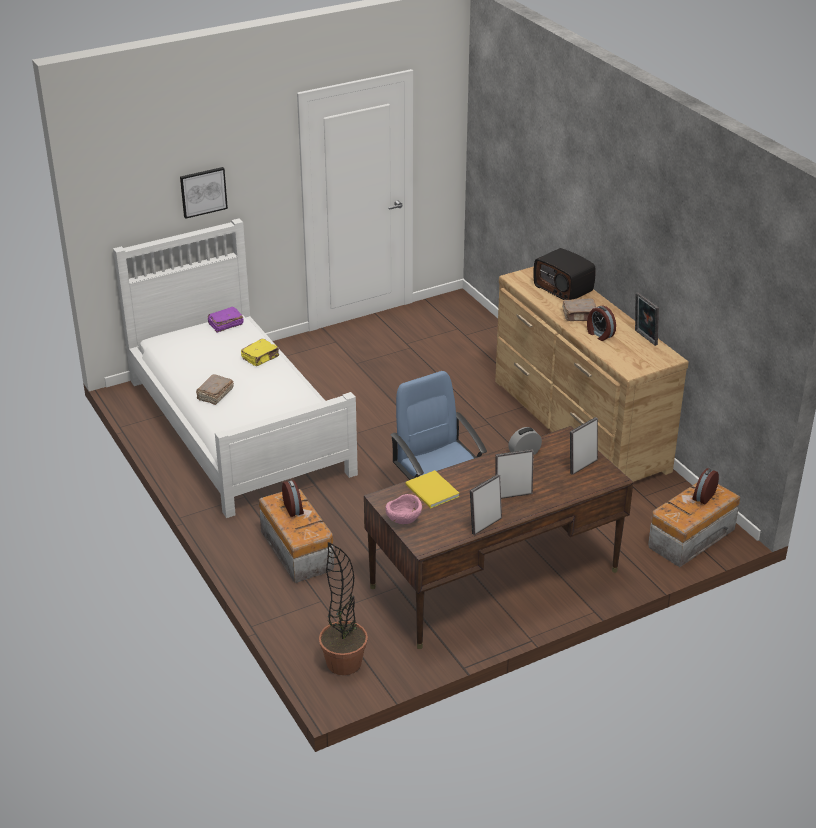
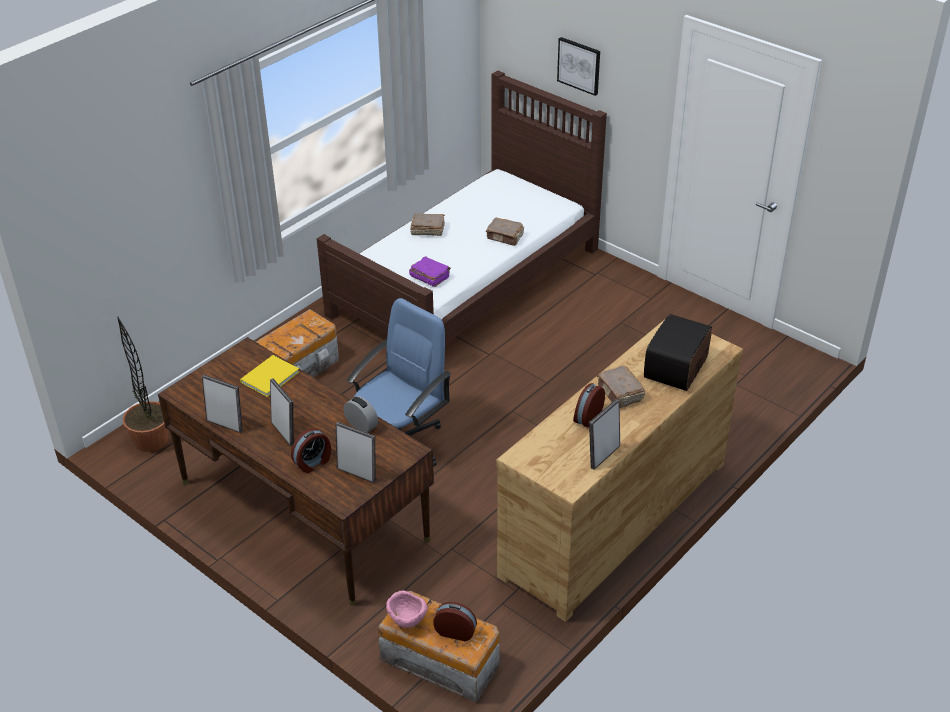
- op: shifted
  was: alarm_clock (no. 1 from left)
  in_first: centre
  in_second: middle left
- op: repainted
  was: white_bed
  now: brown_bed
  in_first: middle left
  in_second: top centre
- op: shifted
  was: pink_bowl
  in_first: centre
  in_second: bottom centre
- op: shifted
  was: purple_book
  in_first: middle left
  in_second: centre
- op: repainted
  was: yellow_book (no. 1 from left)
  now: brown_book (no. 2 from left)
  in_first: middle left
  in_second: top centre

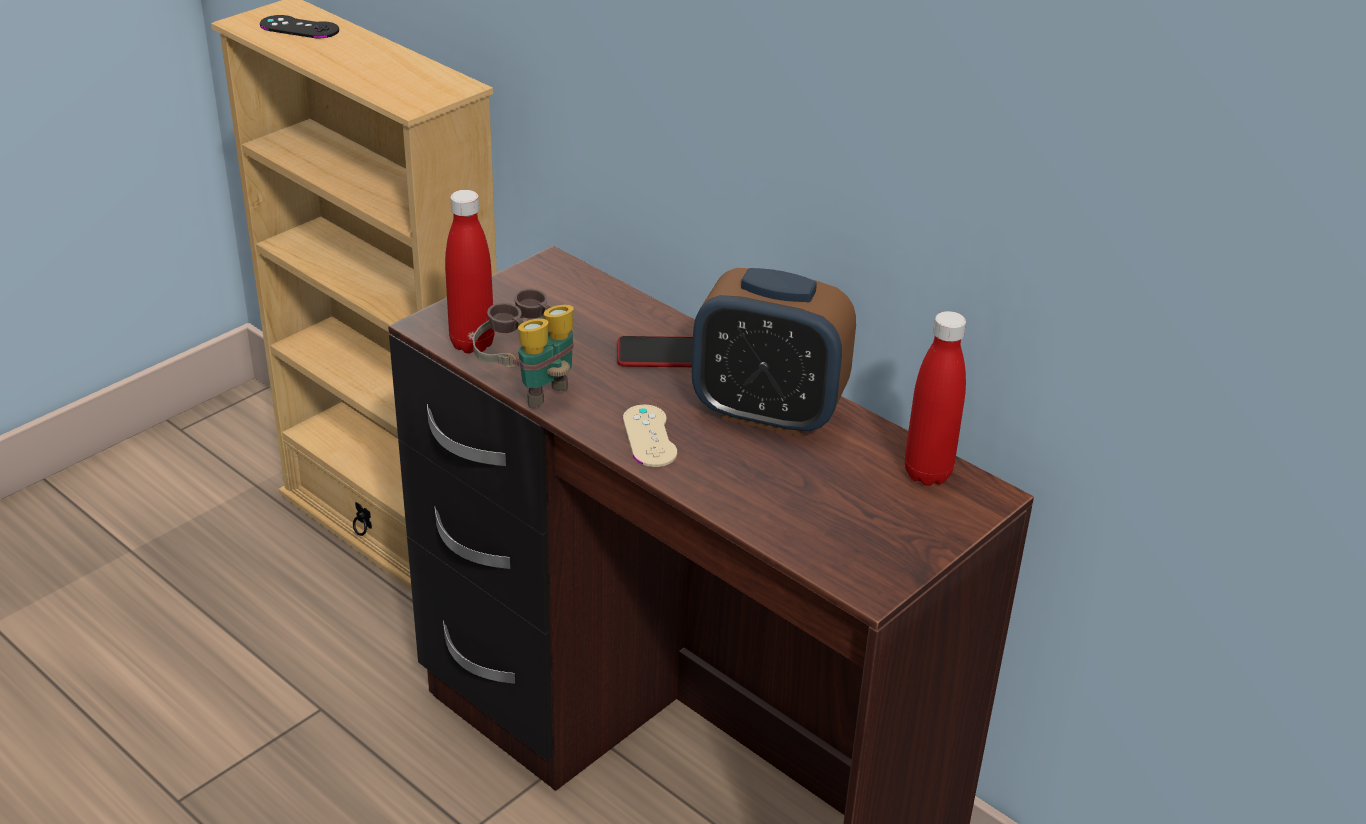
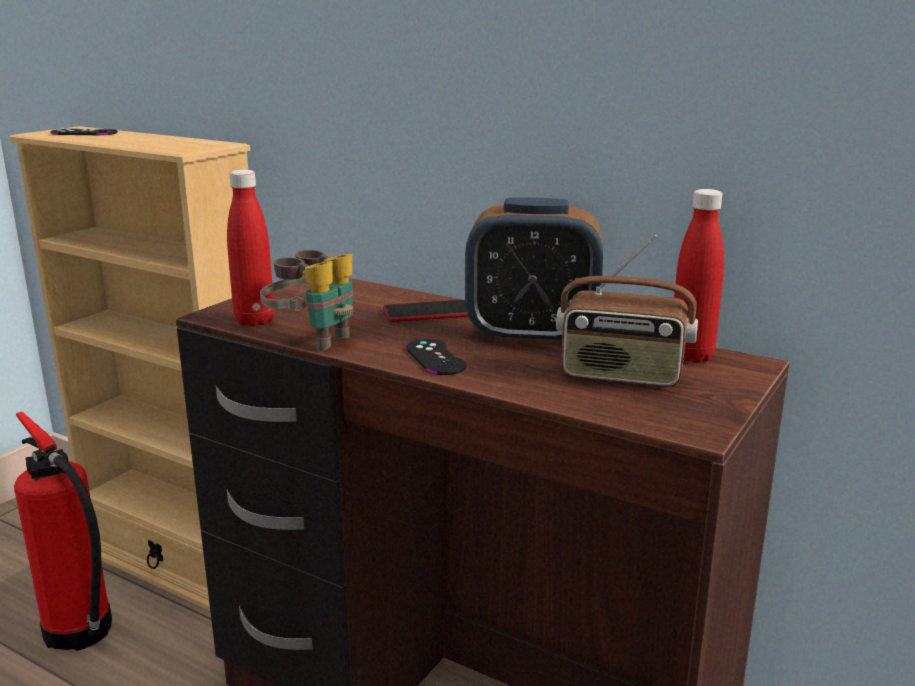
- op: new
  now: fire_extinguisher
  in_second: bottom left
- op: repainted
  was: beige_game_controller
  now: black_game_controller (no. 2 from left)
  in_first: centre
  in_second: centre
- op: new
  now: radio
  in_second: middle right

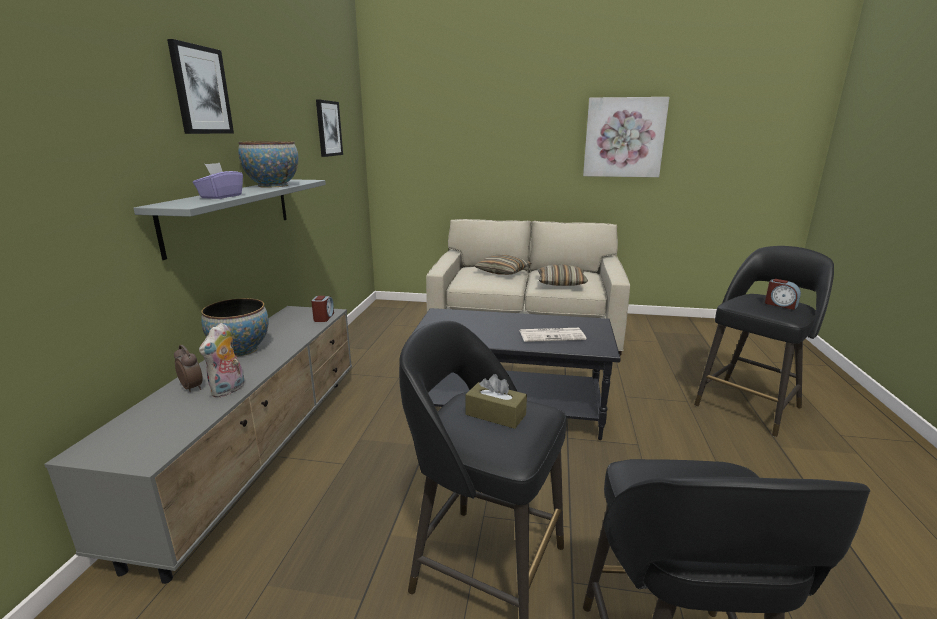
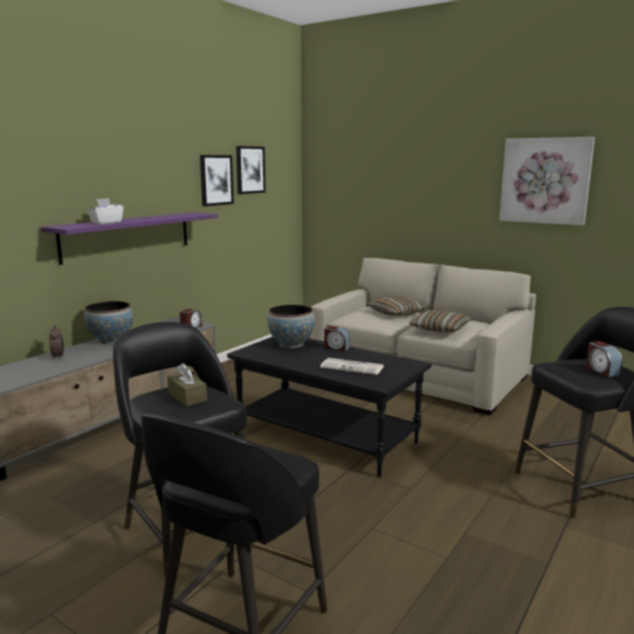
- op: repainted
  was: grey_shelf
  now: purple_shelf
  in_first: middle left
  in_second: middle left
- op: repainted
  was: purple_tissue_box
  now: white_tissue_box
  in_first: top left
  in_second: top left
- op: shifted
  was: picture (no. 1 from left)
  in_first: top left
  in_second: top centre
- op: shifted
  was: bowl (no. 2 from left)
  in_first: top left
  in_second: centre
- op: new
  now: alarm_clock (no. 3 from left)
  in_second: centre
- op: gone
  was: plush_toy
  in_first: middle left

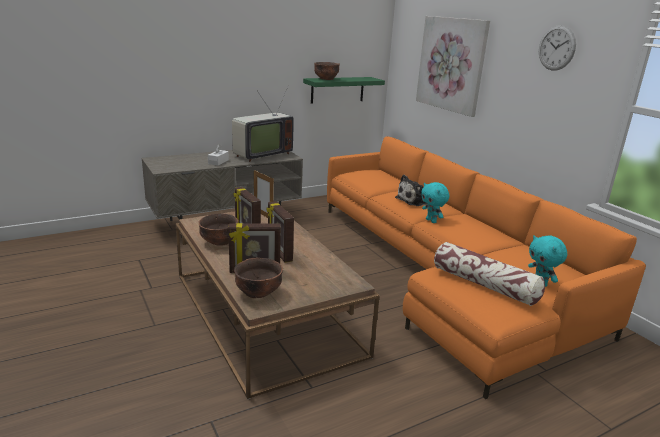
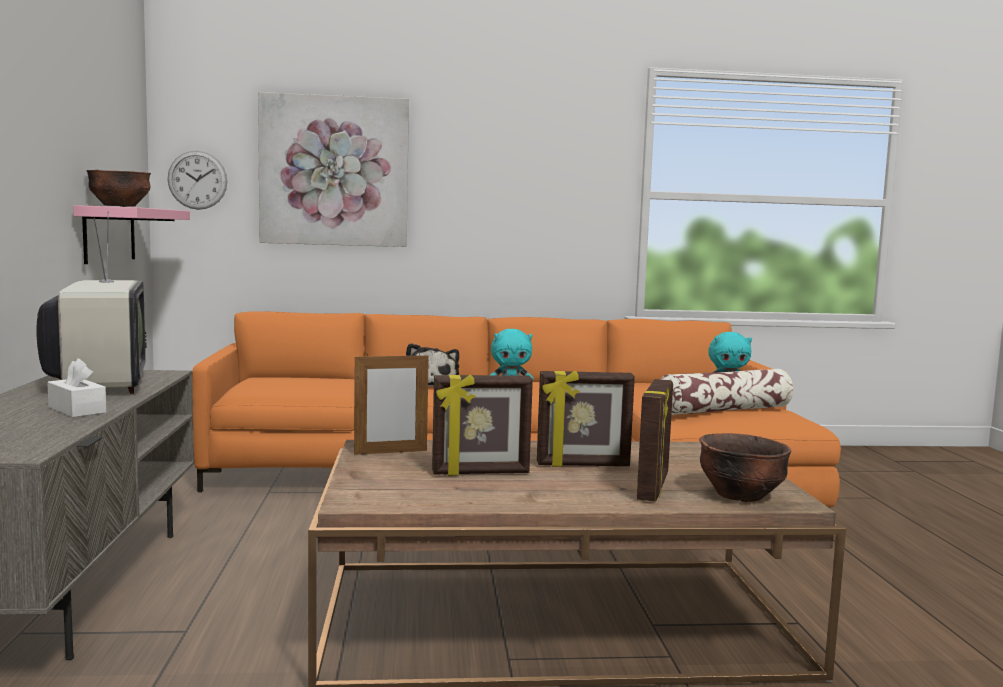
- op: repainted
  was: green_shelf
  now: pink_shelf
  in_first: top centre
  in_second: middle left
- op: shifted
  was: wall_clock
  in_first: top right
  in_second: top left
- op: gone
  was: brown_bowl (no. 1 from left)
  in_first: middle left

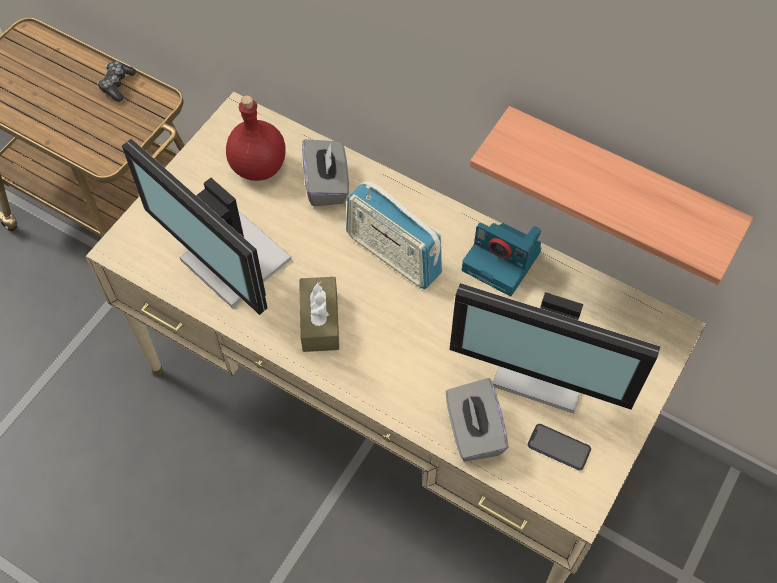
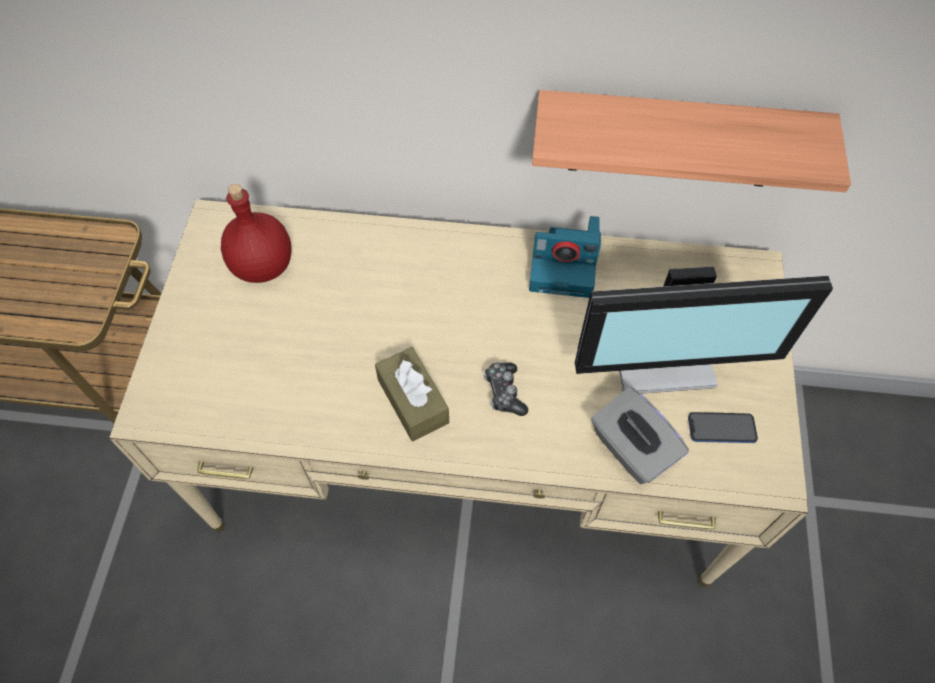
- op: shifted
  was: game_controller
  in_first: top left
  in_second: centre
- op: gone
  was: monitor (no. 1 from left)
  in_first: middle left
- op: gone
  was: grey_tissue_box (no. 1 from left)
  in_first: top centre
- op: gone
  was: radio
  in_first: centre

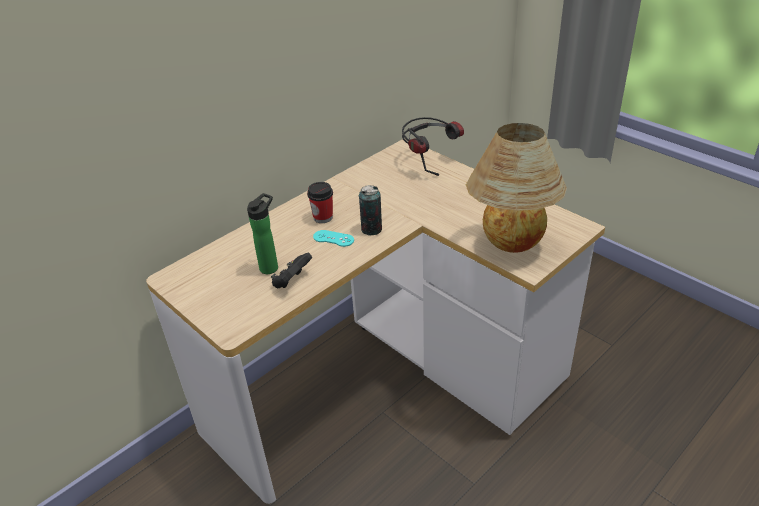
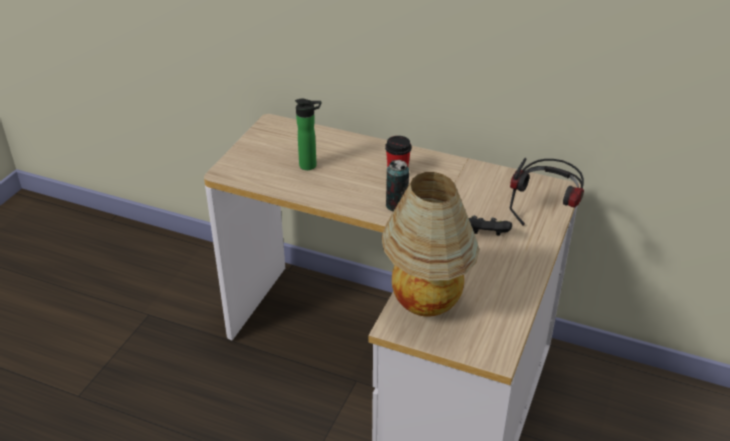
- op: shifted
  was: black_game_controller
  in_first: centre
  in_second: middle right
- op: gone
  was: turquoise_game_controller
  in_first: centre

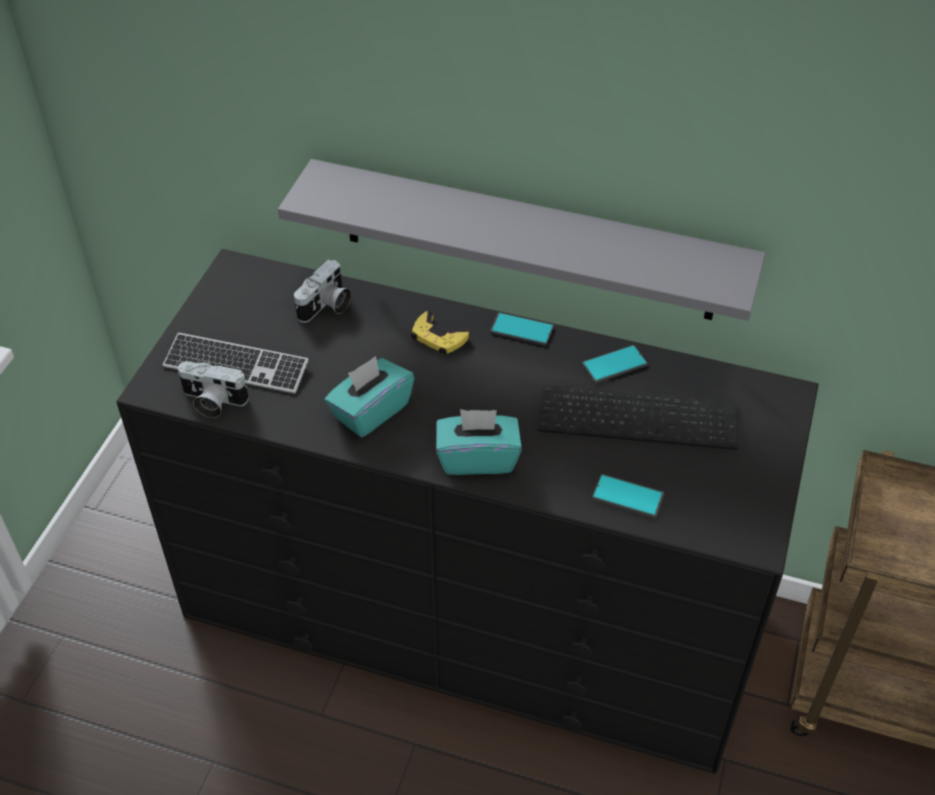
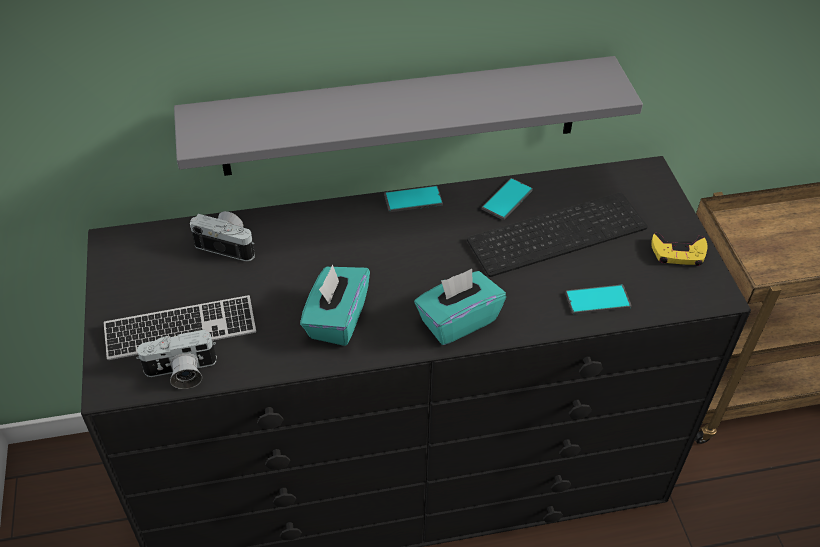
- op: rotated
  was: photo_camera (no. 2 from left)
  in_first: centre
  in_second: middle left
  clockwise: -75
- op: shifted
  was: yellow_game_controller
  in_first: centre
  in_second: middle right

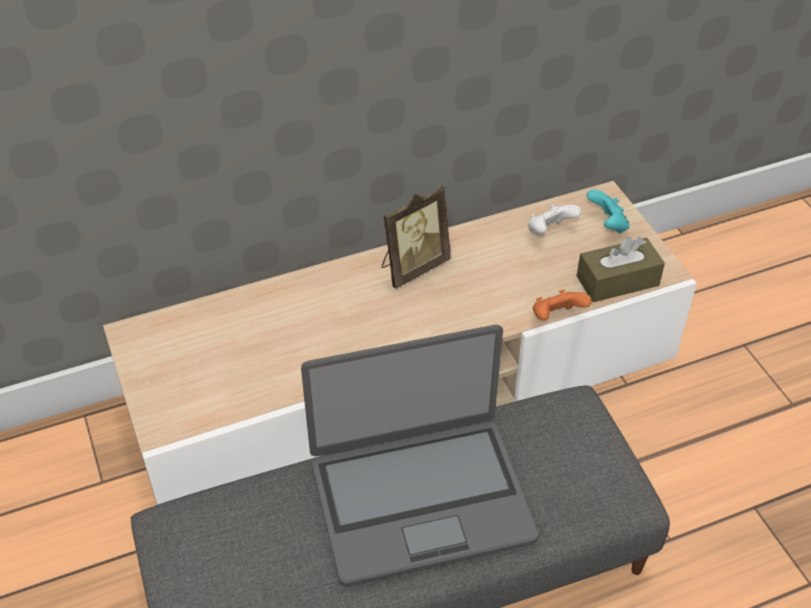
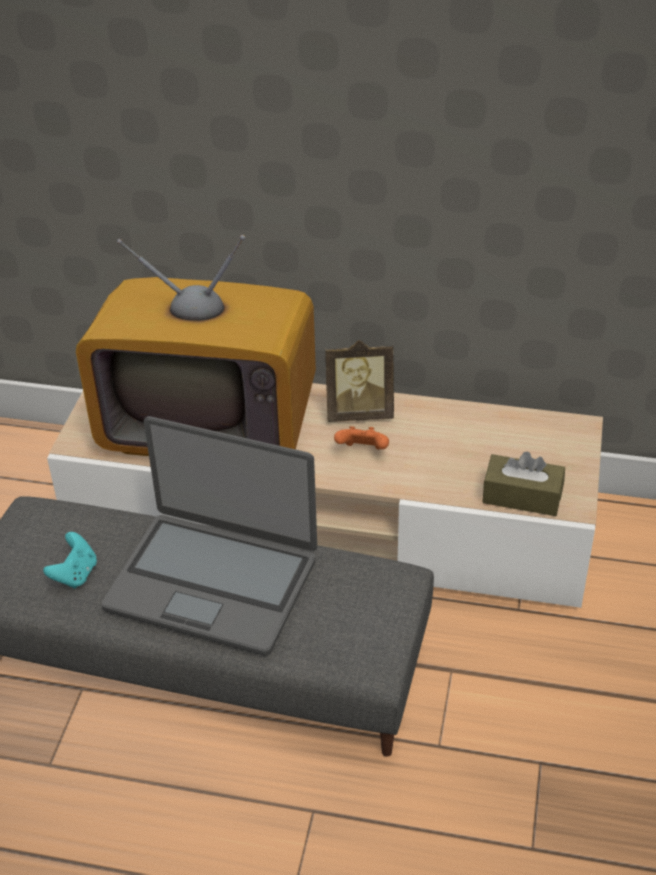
- op: shifted
  was: turquoise_game_controller
  in_first: middle right
  in_second: middle left
- op: new
  now: television
  in_second: middle left
- op: shifted
  was: orange_game_controller
  in_first: middle right
  in_second: centre
- op: gone
  was: white_game_controller
  in_first: middle right

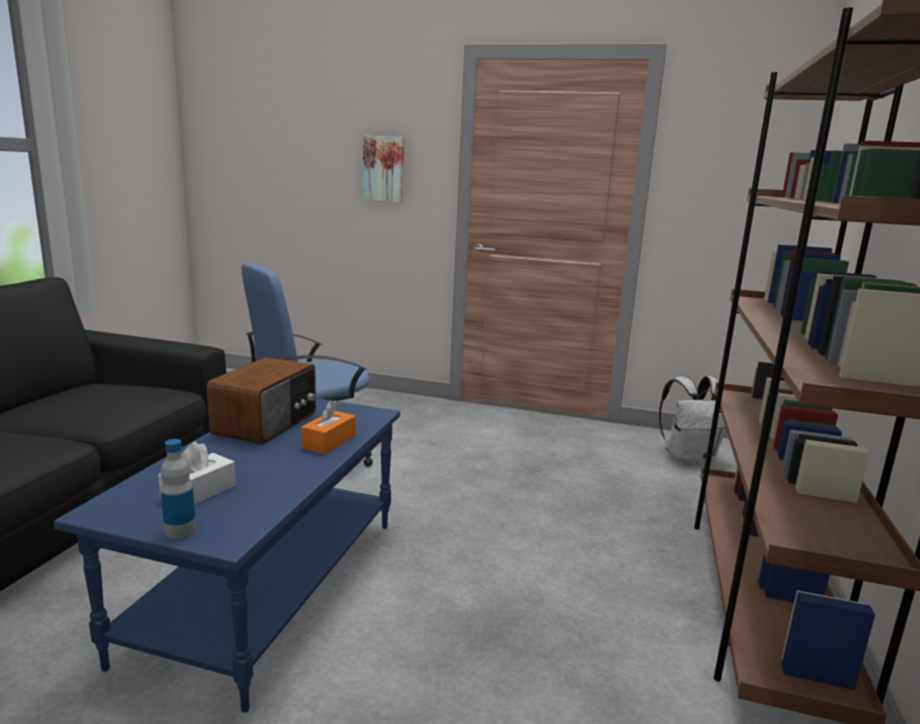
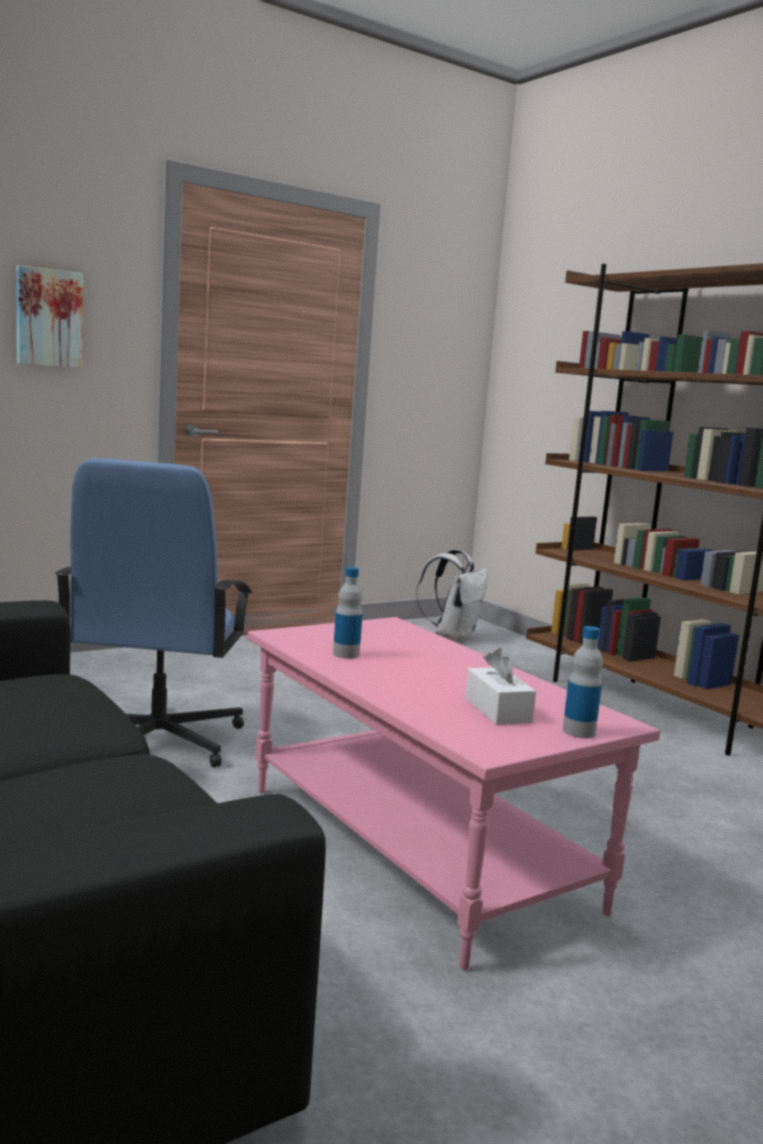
- op: repainted
  was: blue_coffee_table
  now: pink_coffee_table
  in_first: bottom left
  in_second: bottom centre
- op: swapped
  was: radio
  now: bottle (no. 1 from left)
  in_first: middle left
  in_second: centre
- op: gone
  was: orange_tissue_box
  in_first: centre

